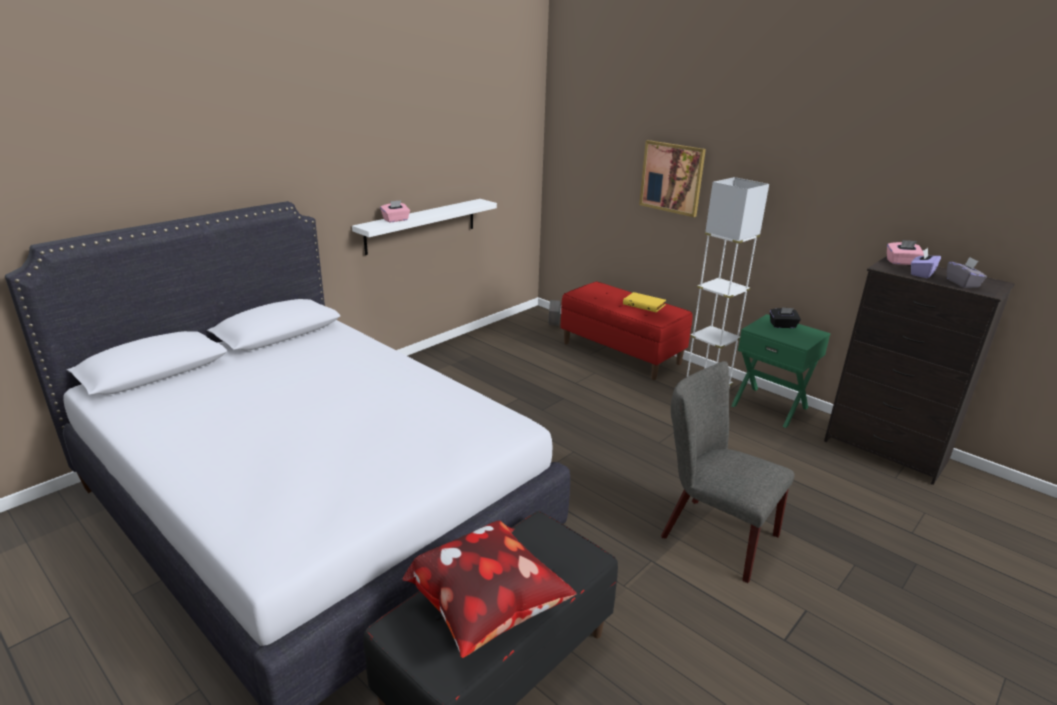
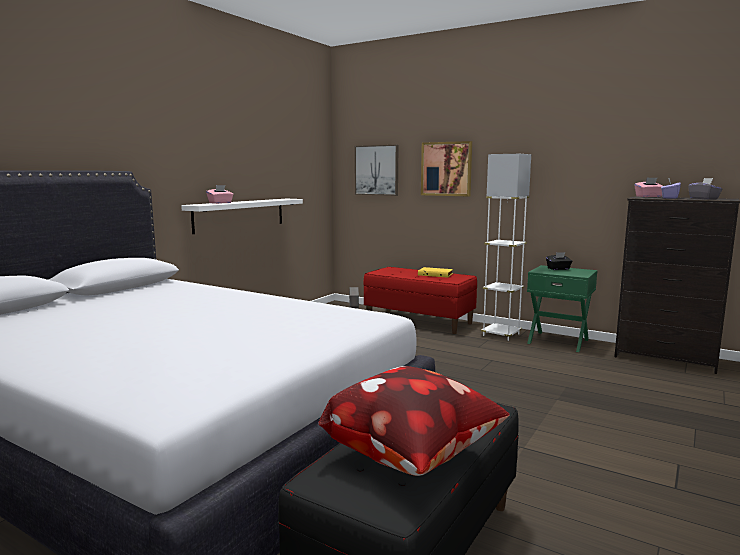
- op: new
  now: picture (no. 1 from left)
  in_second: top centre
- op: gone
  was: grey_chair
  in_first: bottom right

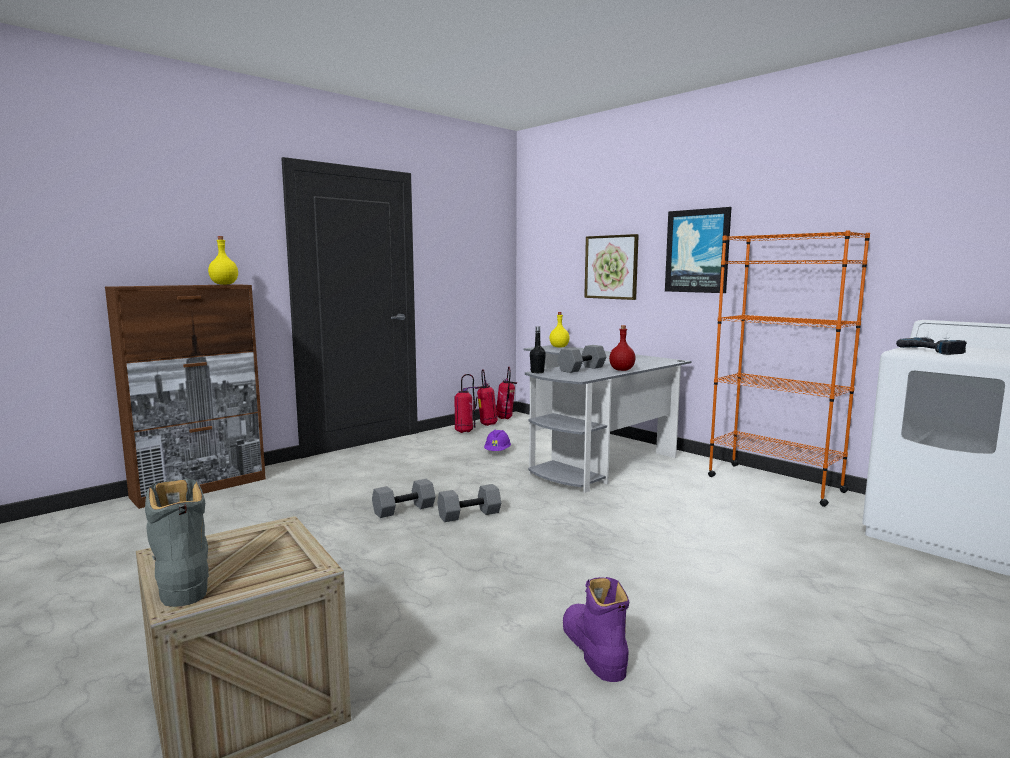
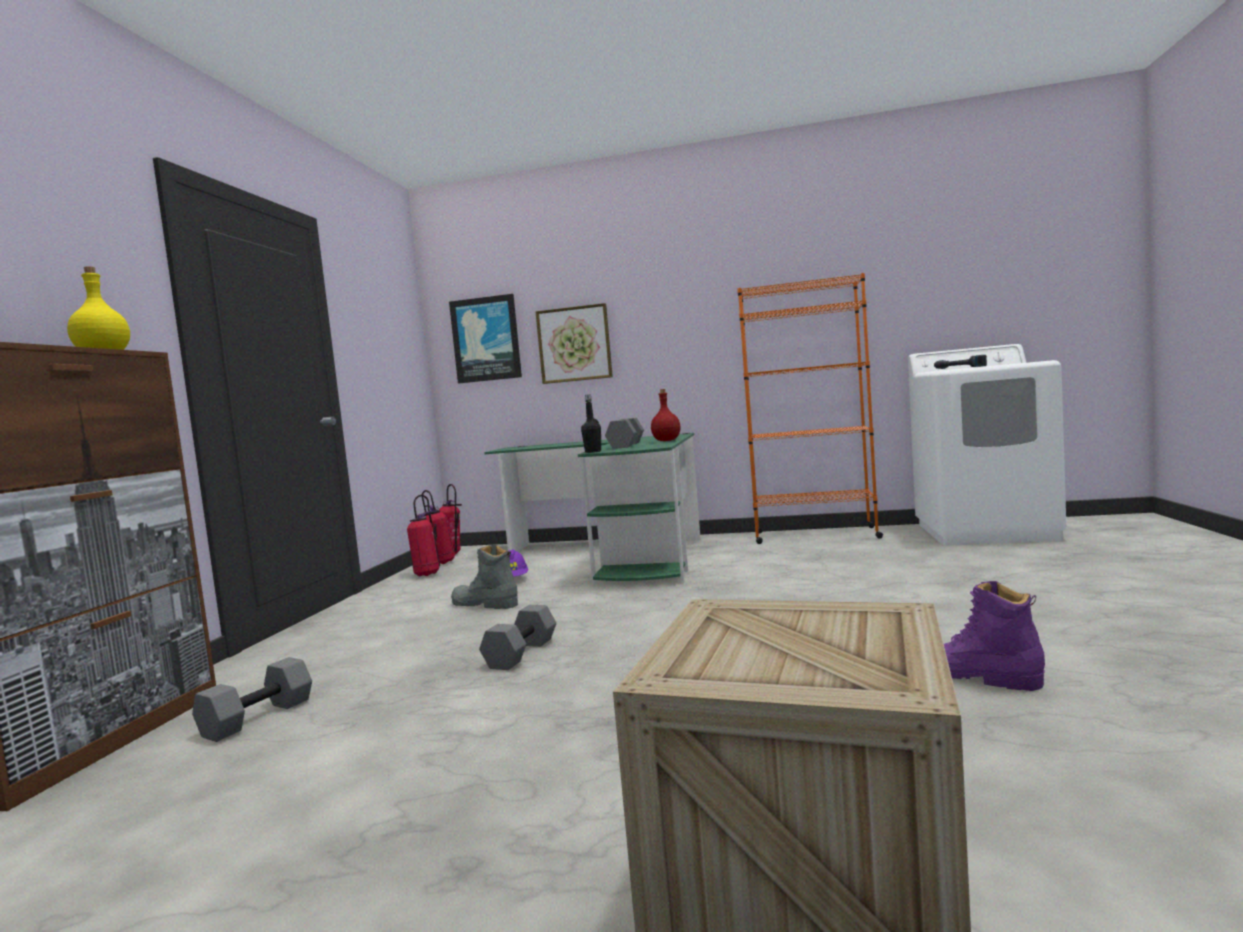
- op: shifted
  was: grey_dumbbell (no. 2 from left in the first image)
  now: grey_dumbbell (no. 1 from left)
  in_first: centre
  in_second: bottom left
- op: shifted
  was: picture (no. 2 from left in the first image)
  now: picture (no. 1 from left)
  in_first: top right
  in_second: centre
- op: shifted
  was: grey_boot
  in_first: bottom left
  in_second: centre
- op: repainted
  was: grey_desk
  now: green_desk
  in_first: centre
  in_second: centre
- op: gone
  was: yellow_bottle (no. 2 from left)
  in_first: centre

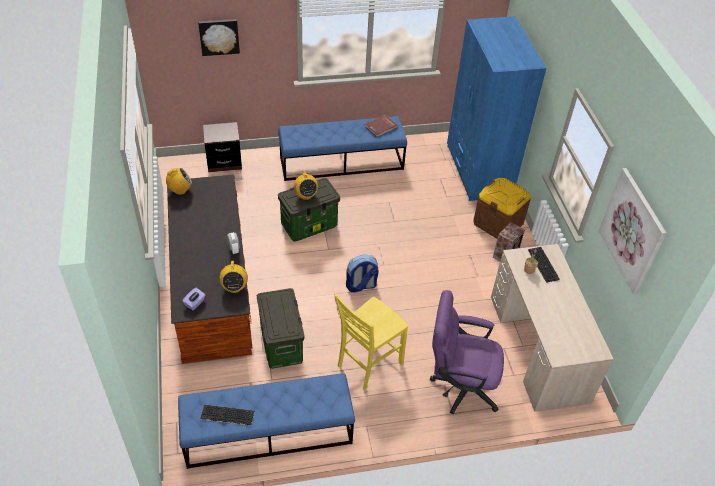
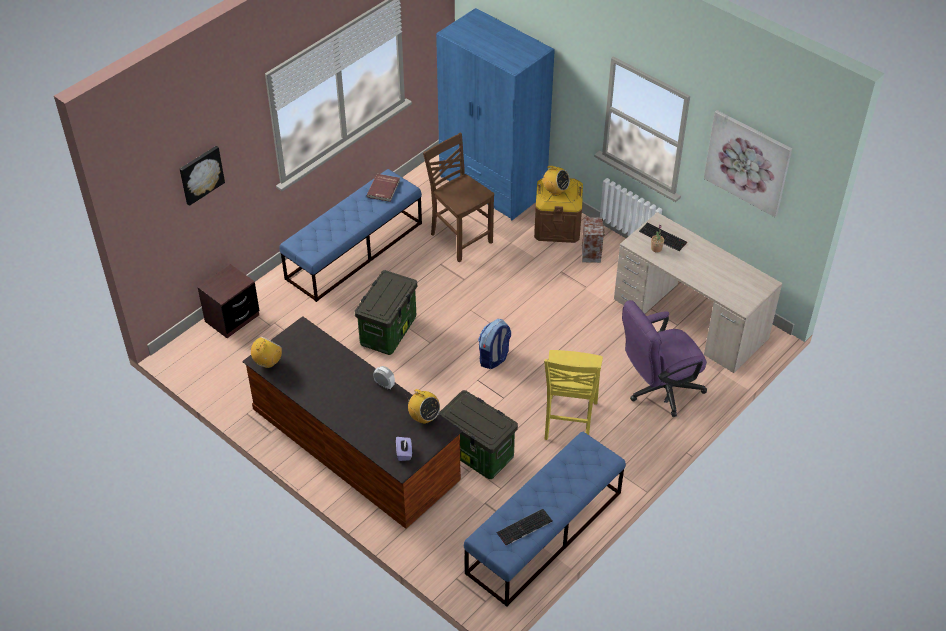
- op: new
  now: brown_chair
  in_second: top centre
- op: shifted
  was: radio (no. 3 from left)
  in_first: centre
  in_second: top centre

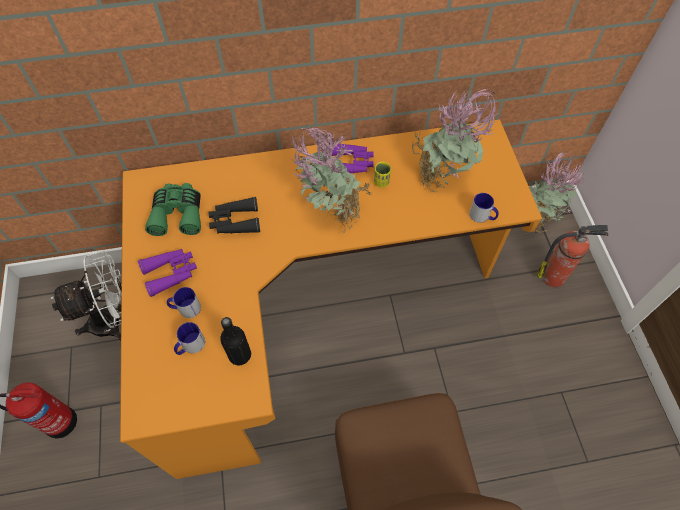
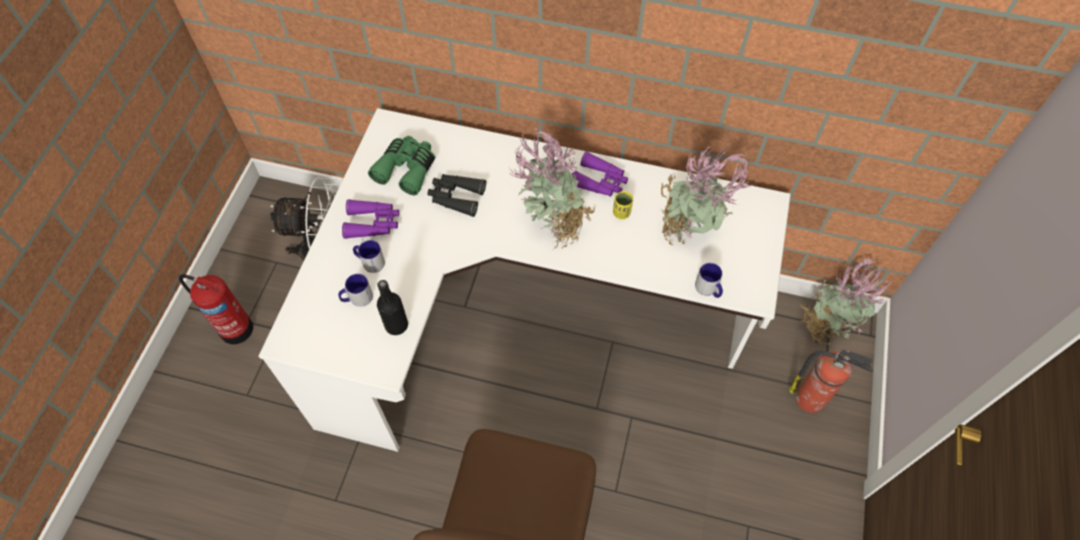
- op: repainted
  was: orange_desk
  now: white_desk
  in_first: centre
  in_second: centre

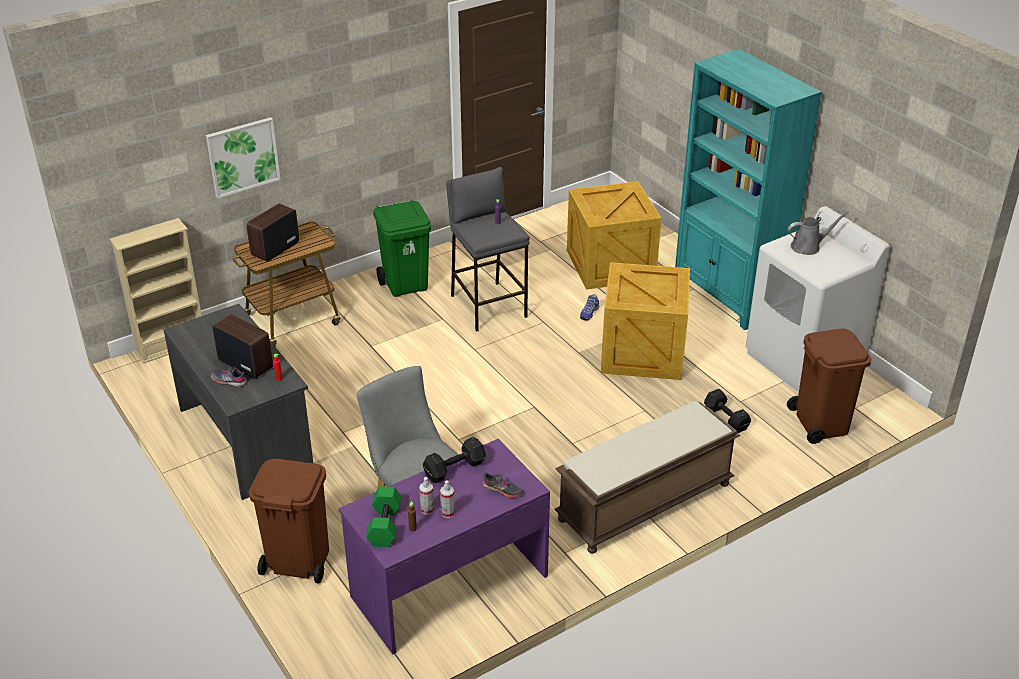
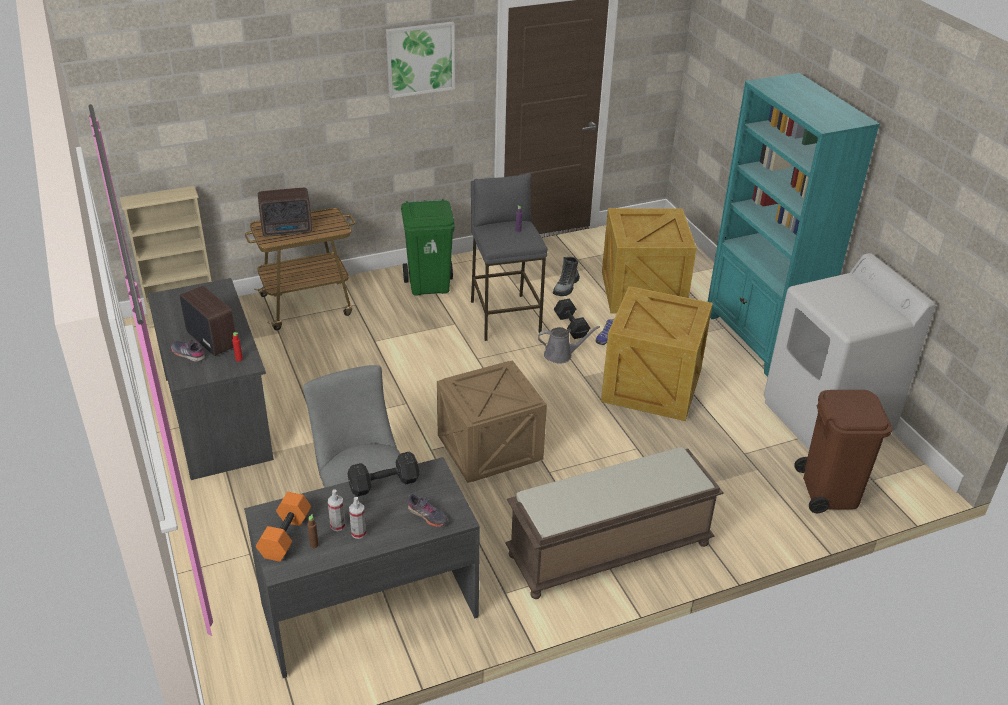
- op: repainted
  was: purple_desk
  now: grey_desk (no. 2 from left)
  in_first: bottom centre
  in_second: bottom centre
- op: repainted
  was: green_dumbbell
  now: orange_dumbbell
  in_first: bottom centre
  in_second: bottom left
- op: rotated
  was: radio (no. 2 from left)
  in_first: middle left
  in_second: top left
  clockwise: -150
- op: shifted
  was: picture
  in_first: top left
  in_second: top centre
- op: new
  now: crate (no. 1 from left)
  in_second: centre
- op: shifted
  was: grey_watering_can
  in_first: middle right
  in_second: centre
- op: new
  now: boot
  in_second: centre
- op: shifted
  was: black_dumbbell (no. 2 from left)
  in_first: middle right
  in_second: centre
- op: gone
  was: brown_trash_can (no. 1 from left)
  in_first: bottom left

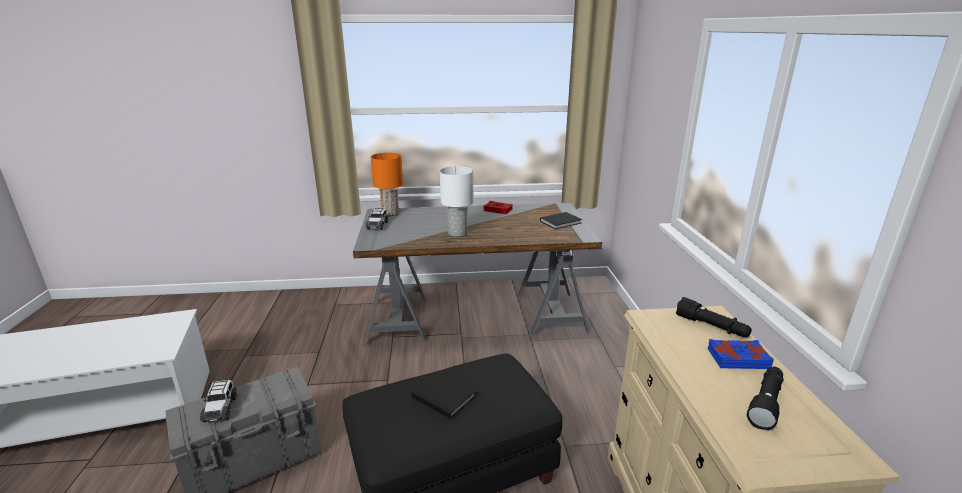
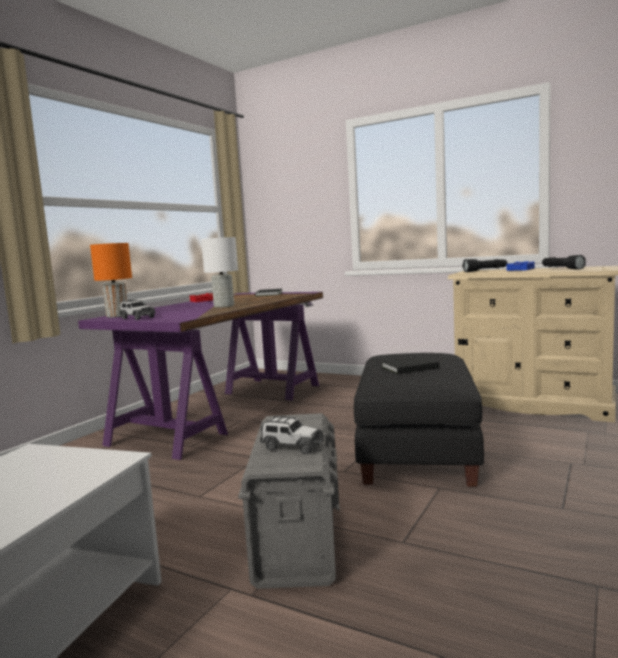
- op: repainted
  was: grey_desk
  now: purple_desk
  in_first: centre
  in_second: middle left

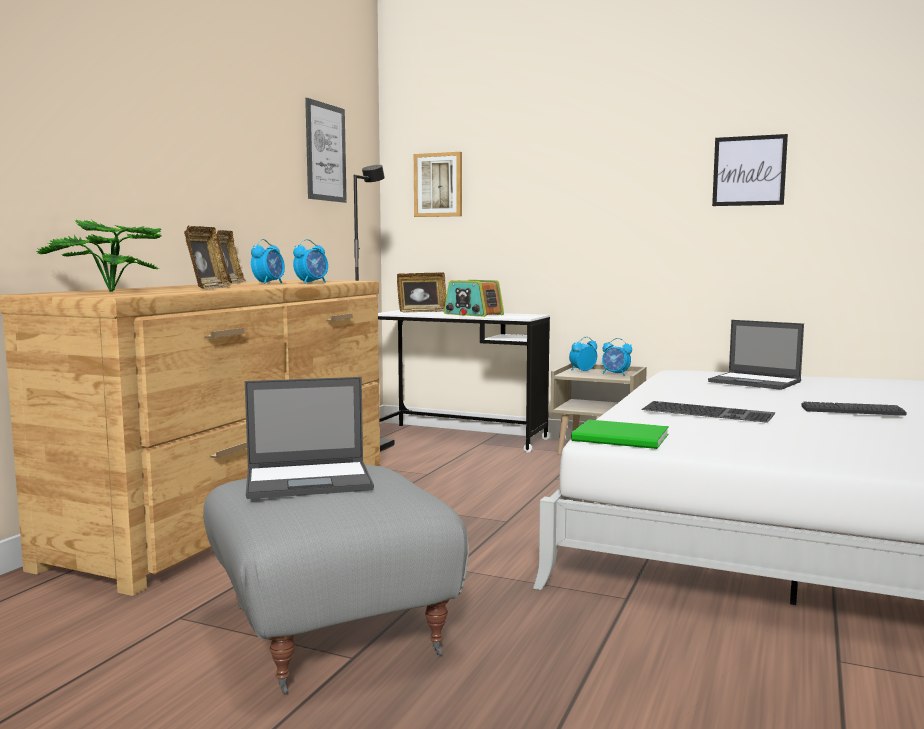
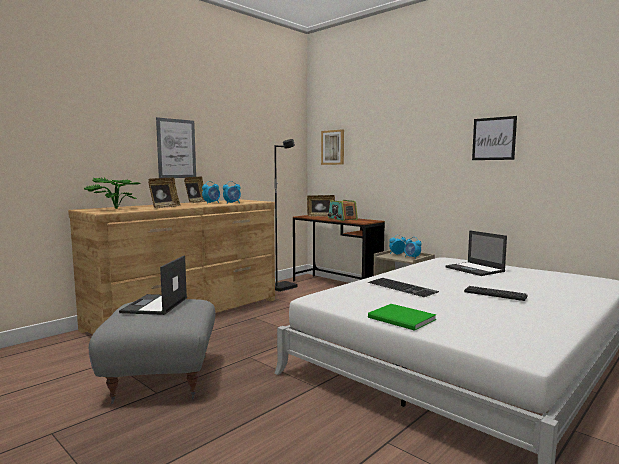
- op: rotated
  was: laptop (no. 1 from left)
  in_first: centre
  in_second: middle left
  clockwise: 90
- op: shifted
  was: picture (no. 1 from left)
  in_first: top centre
  in_second: top left
- op: repainted
  was: white_desk
  now: brown_desk
  in_first: centre
  in_second: centre
- op: shifted
  was: green_book
  in_first: middle right
  in_second: bottom centre

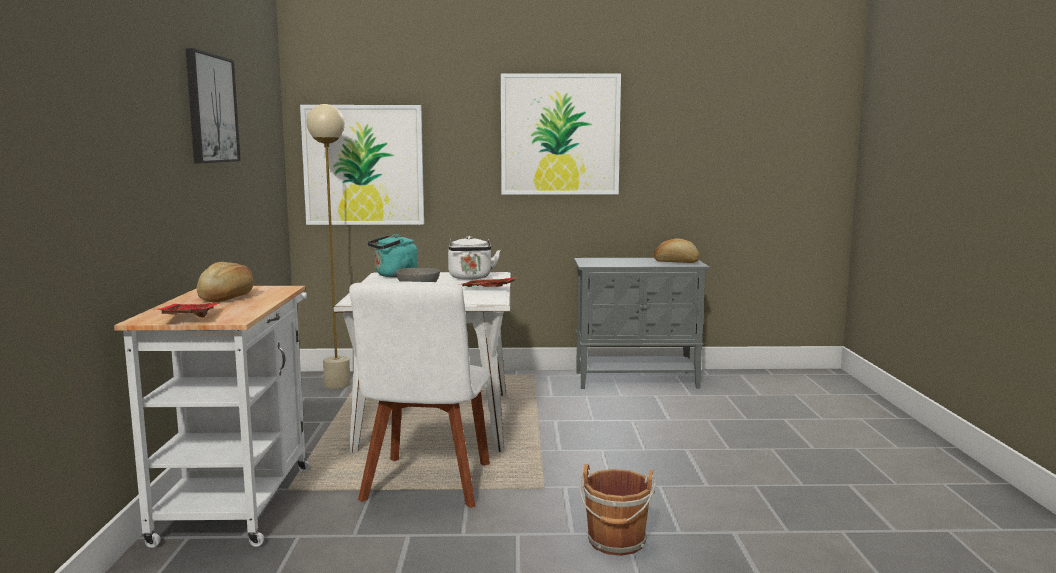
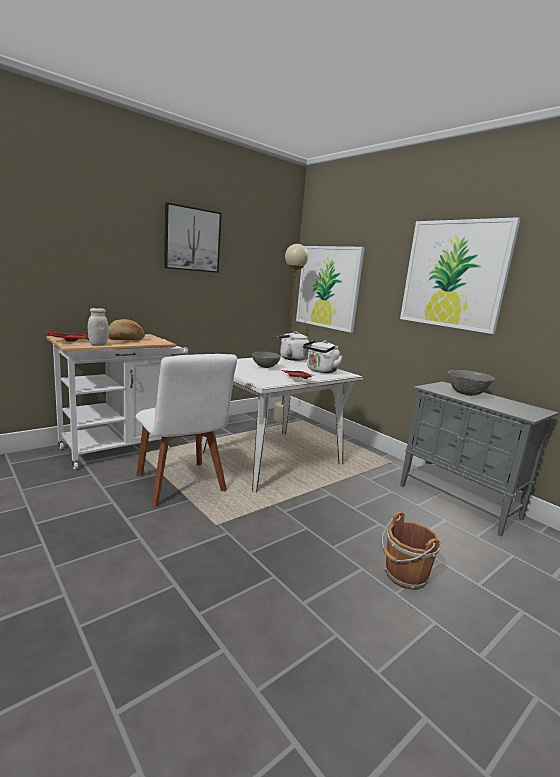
- op: new
  now: white_jar
  in_second: middle left
- op: rotated
  was: white_chair
  in_first: bottom centre
  in_second: middle left
  clockwise: -90
- op: repainted
  was: turquoise_kettle
  now: white_kettle (no. 1 from left)
  in_first: centre
  in_second: centre
- op: shifted
  was: brown_bucket
  in_first: bottom centre
  in_second: bottom right
- op: new
  now: grey_bowl (no. 2 from left)
  in_second: middle right
- op: gone
  was: bread (no. 2 from left)
  in_first: centre

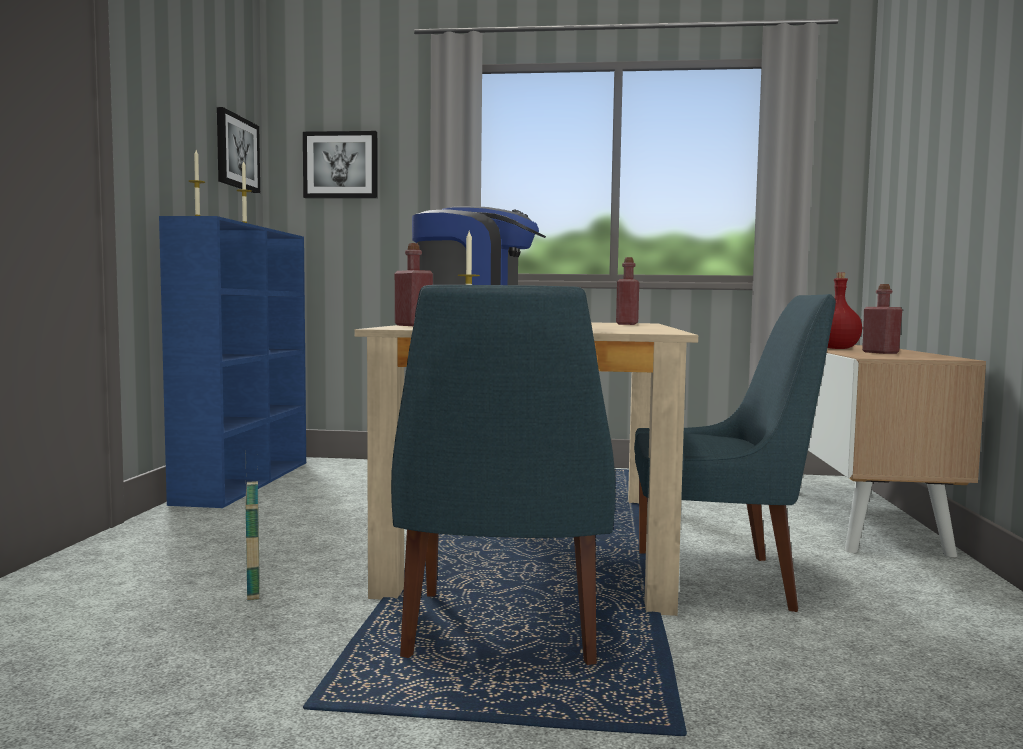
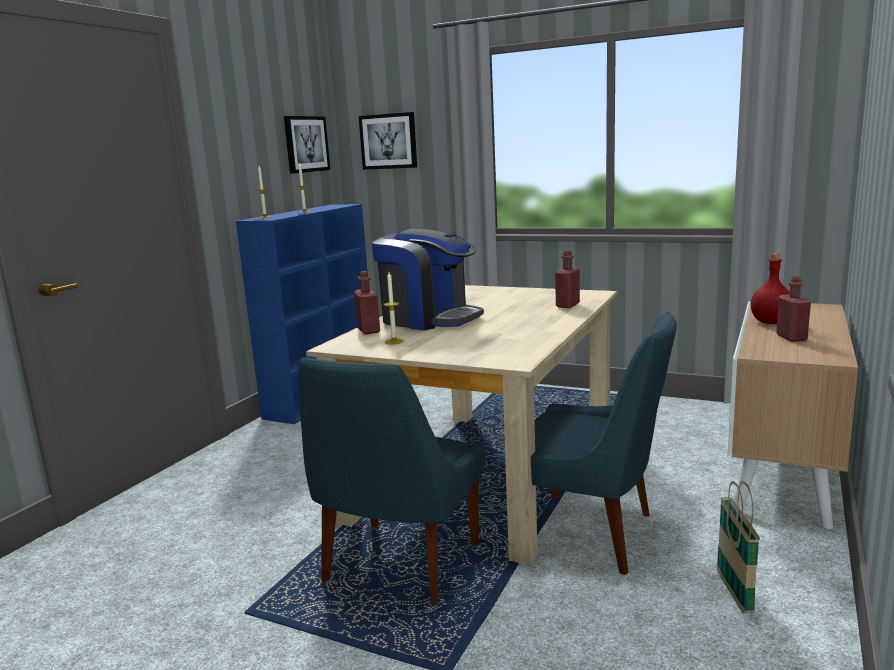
- op: shifted
  was: basket
  in_first: bottom left
  in_second: bottom right

